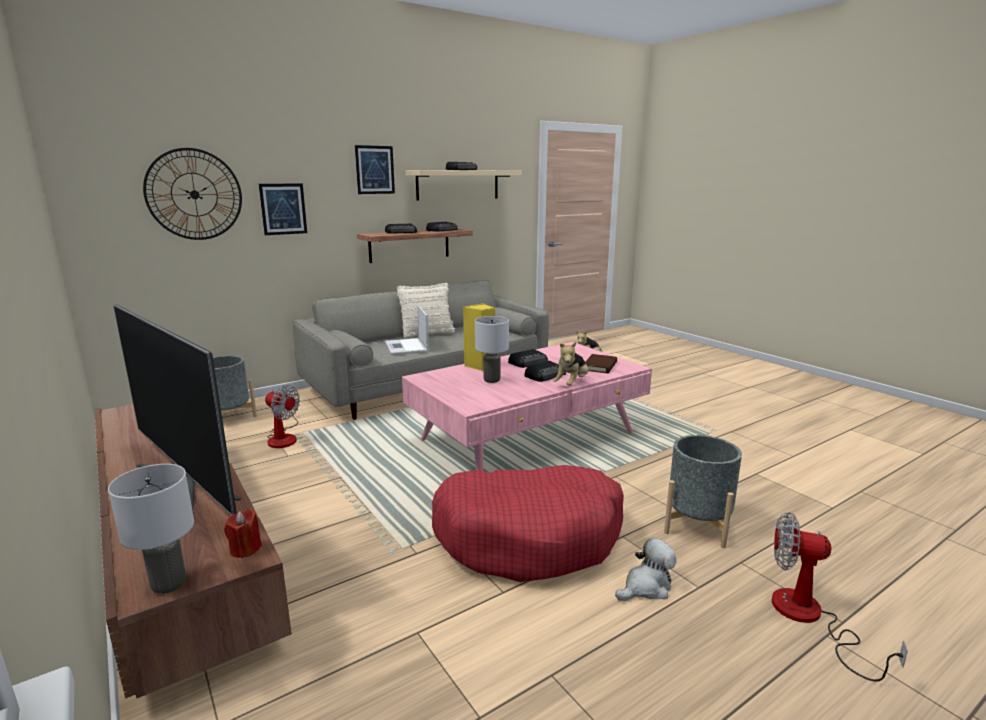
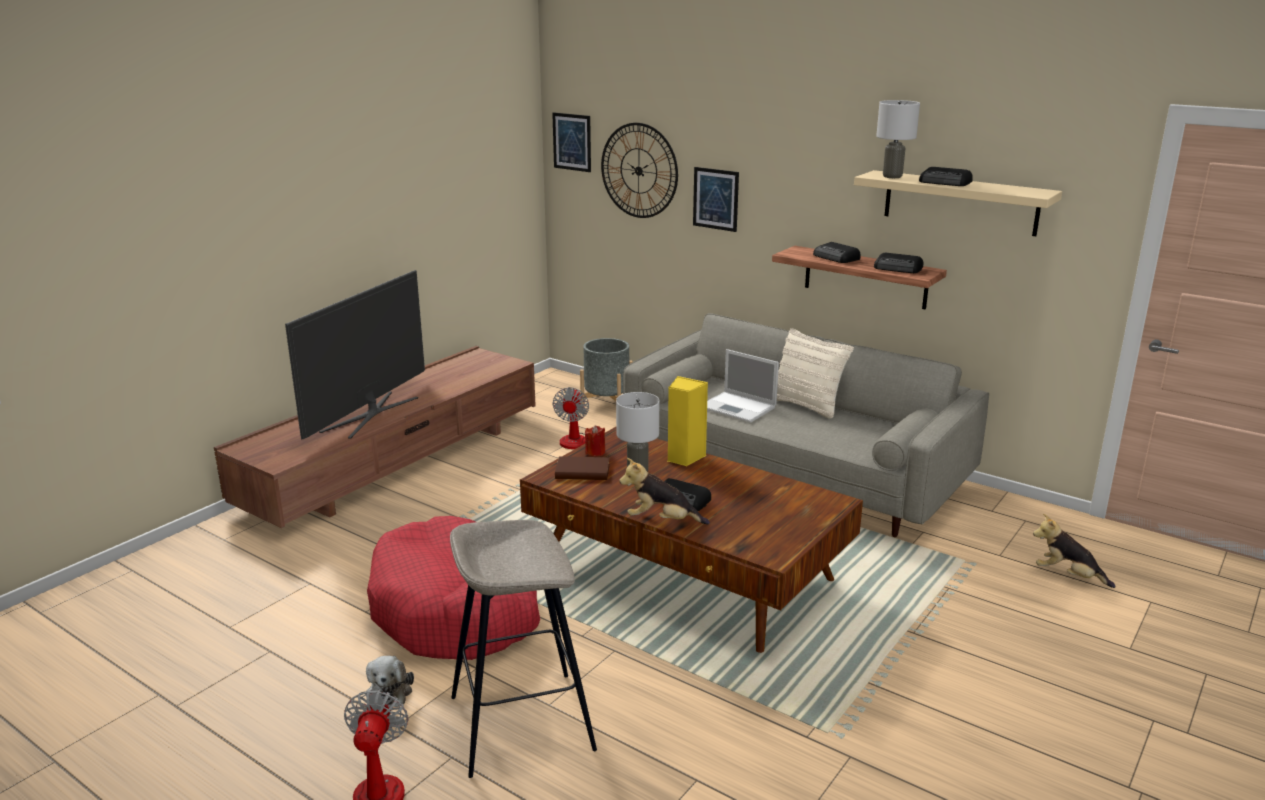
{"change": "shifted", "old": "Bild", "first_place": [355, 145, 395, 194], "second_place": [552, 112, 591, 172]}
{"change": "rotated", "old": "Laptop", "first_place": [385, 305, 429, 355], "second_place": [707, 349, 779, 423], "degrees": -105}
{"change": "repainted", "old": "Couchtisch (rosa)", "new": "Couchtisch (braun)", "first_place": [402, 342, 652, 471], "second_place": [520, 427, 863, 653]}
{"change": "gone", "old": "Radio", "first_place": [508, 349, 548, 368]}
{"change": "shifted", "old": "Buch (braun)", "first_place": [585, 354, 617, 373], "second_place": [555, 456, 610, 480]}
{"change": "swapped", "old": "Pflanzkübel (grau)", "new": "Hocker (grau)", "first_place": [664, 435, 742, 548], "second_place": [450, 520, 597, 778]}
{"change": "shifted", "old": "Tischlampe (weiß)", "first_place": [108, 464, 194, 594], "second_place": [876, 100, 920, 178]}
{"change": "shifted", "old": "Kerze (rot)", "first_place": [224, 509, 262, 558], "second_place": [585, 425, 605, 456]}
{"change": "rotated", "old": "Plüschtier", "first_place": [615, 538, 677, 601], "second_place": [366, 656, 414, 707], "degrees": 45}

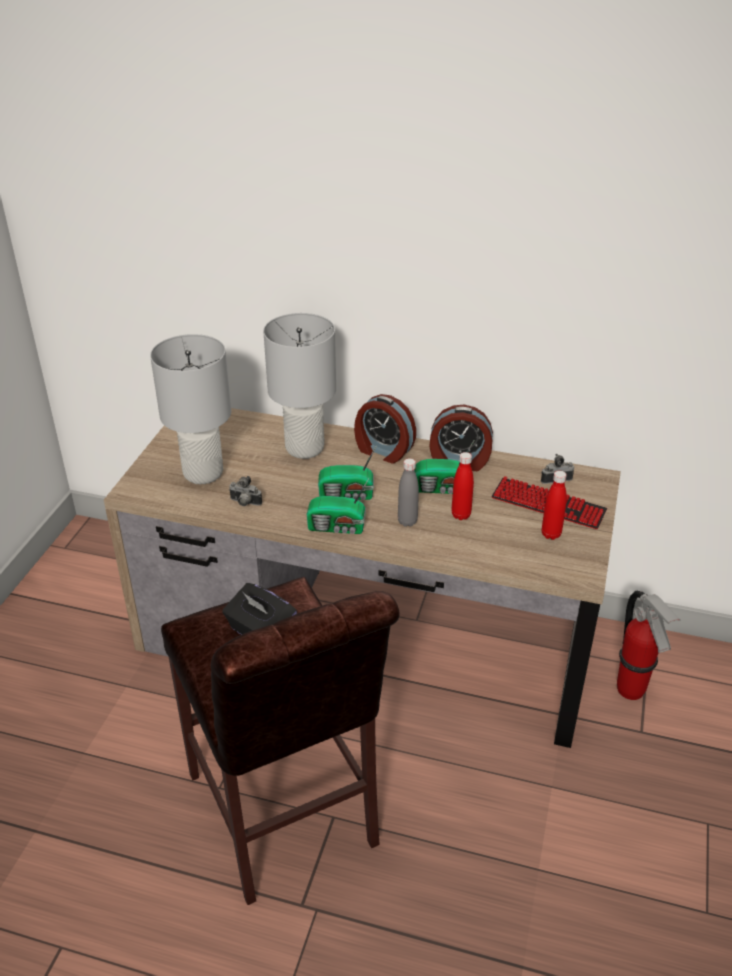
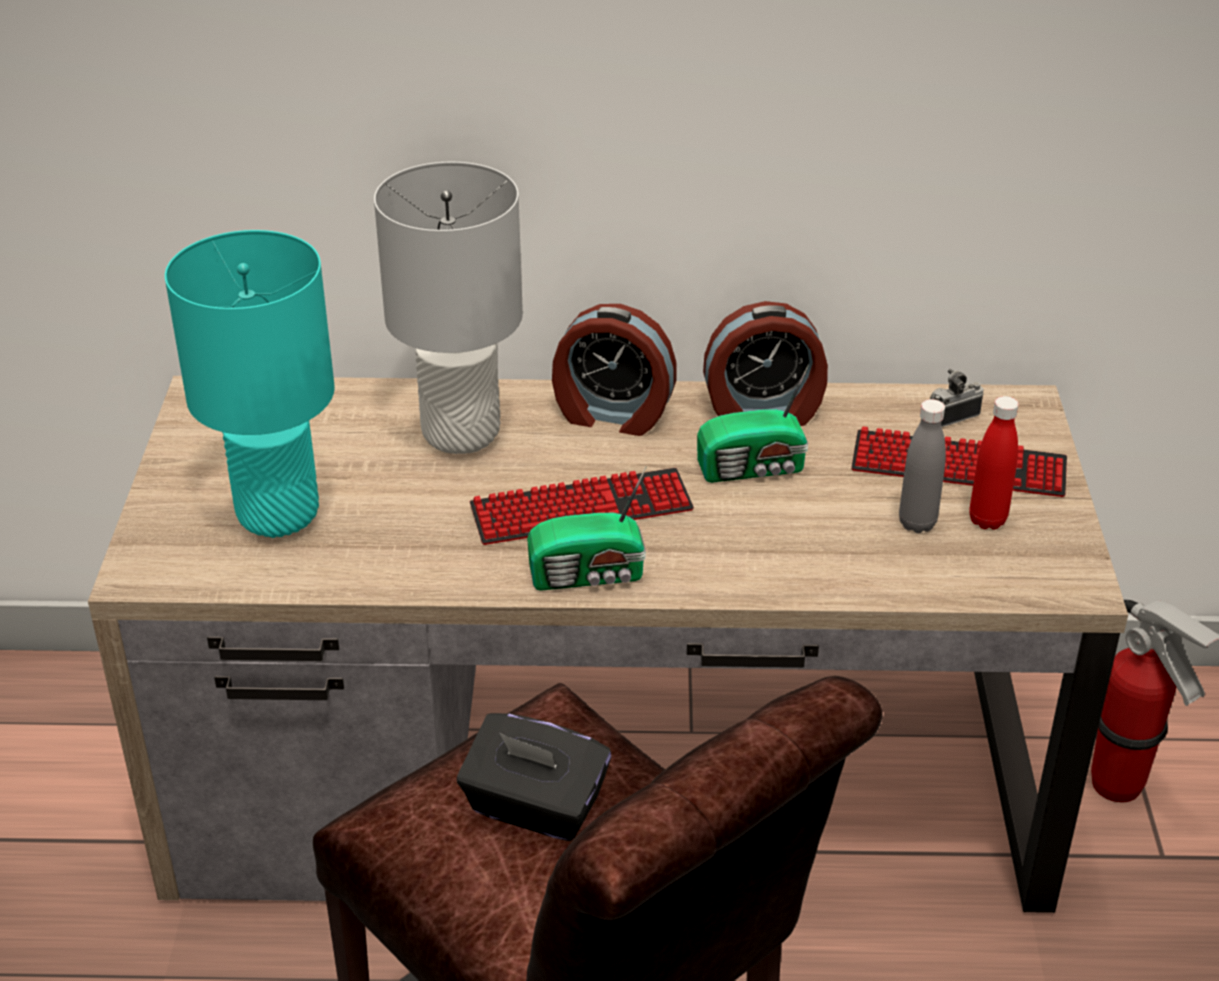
{"change": "repainted", "old": "Tischlampe (grau)", "new": "Tischlampe (türkis)", "first_place": [150, 334, 231, 485], "second_place": [165, 230, 335, 538]}
{"change": "swapped", "old": "Radio", "new": "Tastatur", "first_place": [318, 445, 377, 500], "second_place": [470, 468, 694, 545]}
{"change": "gone", "old": "Flasche (rot)", "first_place": [452, 452, 474, 520]}
{"change": "shifted", "old": "Flasche (grau)", "first_place": [398, 458, 419, 527], "second_place": [899, 399, 946, 533]}
{"change": "gone", "old": "Kamera", "first_place": [229, 476, 262, 506]}

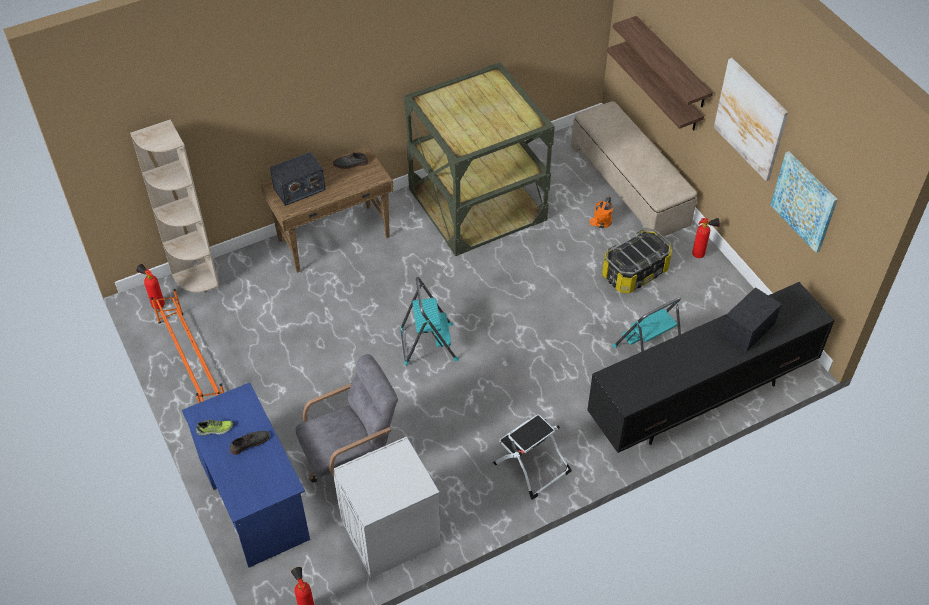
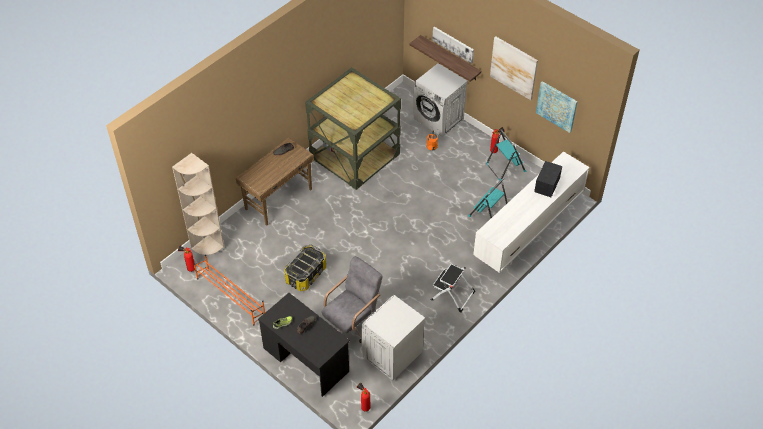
{"change": "swapped", "old": "Wandregal", "new": "Bild", "first_place": [613, 16, 713, 107], "second_place": [432, 27, 474, 64]}
{"change": "swapped", "old": "Bank (beige)", "new": "Waschmaschine (weiß)", "first_place": [571, 101, 697, 238], "second_place": [413, 63, 468, 137]}
{"change": "gone", "old": "Radio", "first_place": [270, 152, 326, 206]}
{"change": "shifted", "old": "Aufbewahrungsbox", "first_place": [602, 228, 672, 293], "second_place": [284, 245, 326, 291]}
{"change": "shifted", "old": "Trittleiter (türkis)", "first_place": [400, 277, 459, 366], "second_place": [486, 129, 526, 181]}
{"change": "repainted", "old": "Schrank (schwarz)", "new": "Schrank (weiß)", "first_place": [587, 282, 835, 453], "second_place": [473, 151, 590, 273]}
{"change": "repainted", "old": "Schreibtisch (blau)", "new": "Schreibtisch (schwarz)", "first_place": [182, 382, 310, 568], "second_place": [258, 293, 350, 397]}

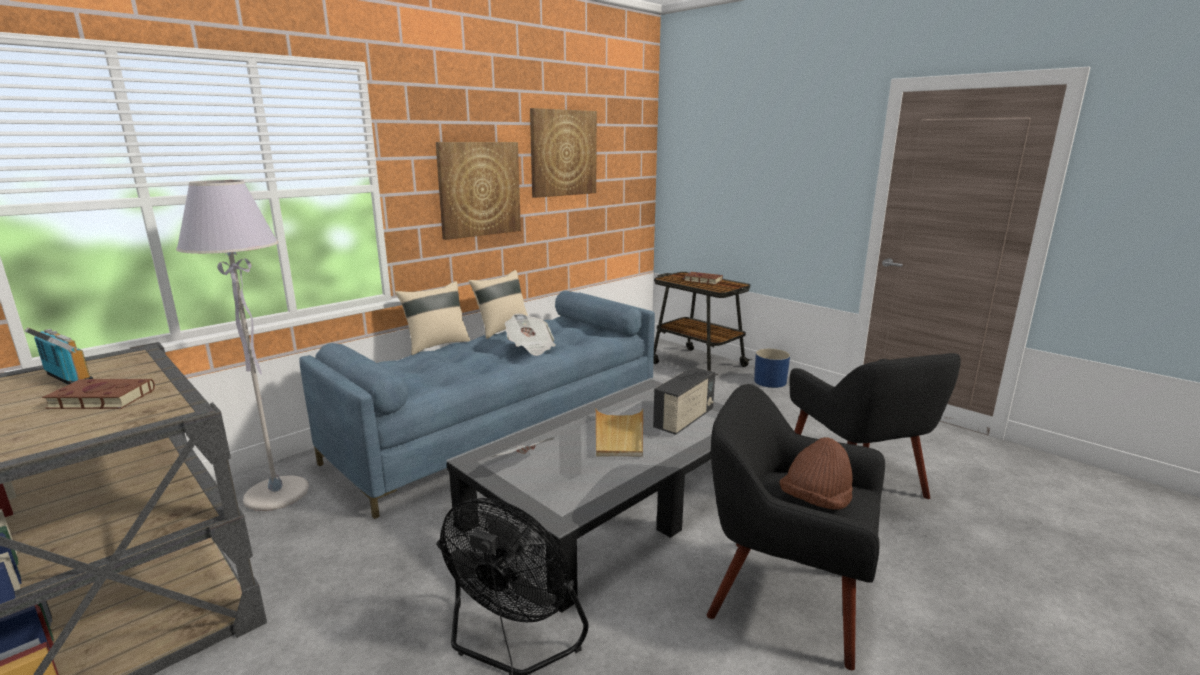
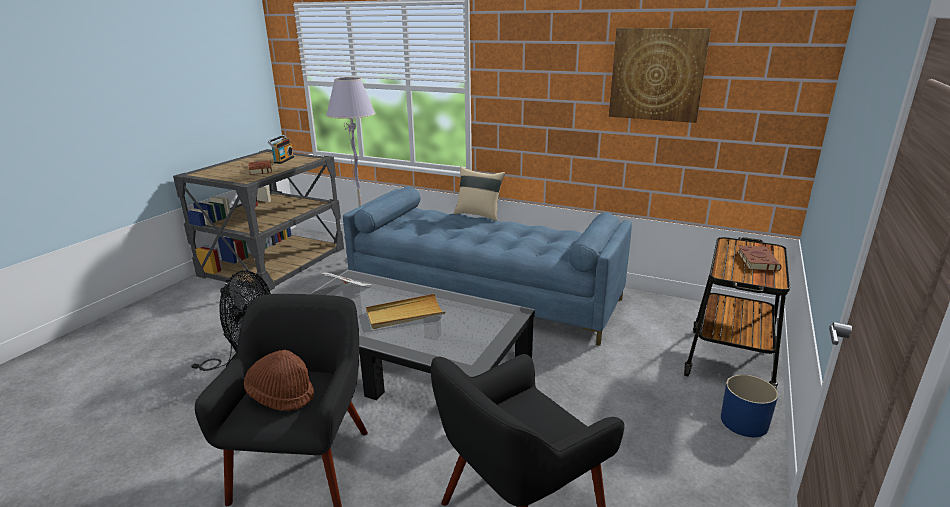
{"change": "gone", "old": "Bild", "first_place": [436, 142, 521, 240]}
{"change": "gone", "old": "Kissen (beige)", "first_place": [469, 270, 528, 339]}
{"change": "gone", "old": "Zeitung", "first_place": [505, 314, 556, 356]}
{"change": "gone", "old": "Radio", "first_place": [653, 367, 715, 435]}

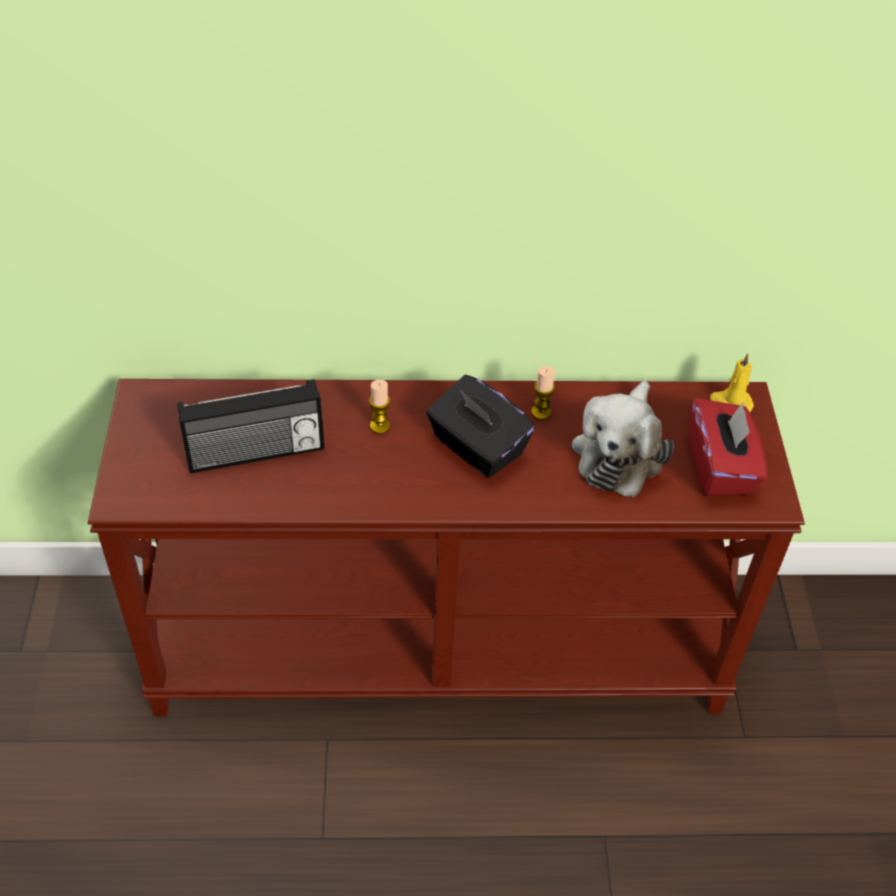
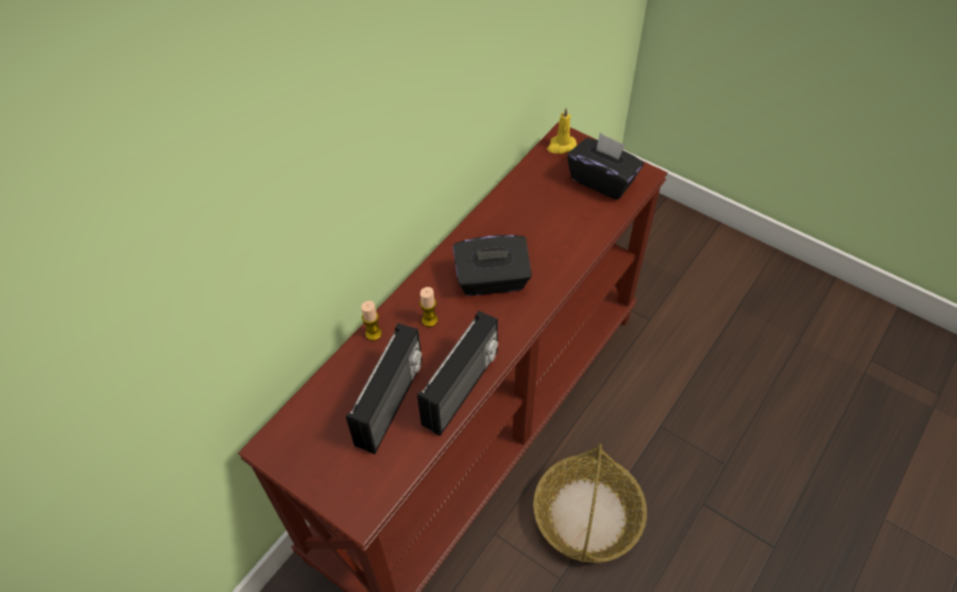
{"change": "shifted", "old": "Kerze", "first_place": [531, 366, 555, 420], "second_place": [361, 301, 382, 341]}
{"change": "gone", "old": "Plüschtier", "first_place": [572, 381, 674, 497]}
{"change": "repainted", "old": "Taschentuchbox (rot)", "new": "Taschentuchbox (schwarz)", "first_place": [689, 398, 768, 496], "second_place": [567, 133, 644, 200]}
{"change": "new", "new": "Radio", "second_place": [417, 311, 498, 436]}
{"change": "new", "new": "Korb", "second_place": [533, 443, 647, 563]}

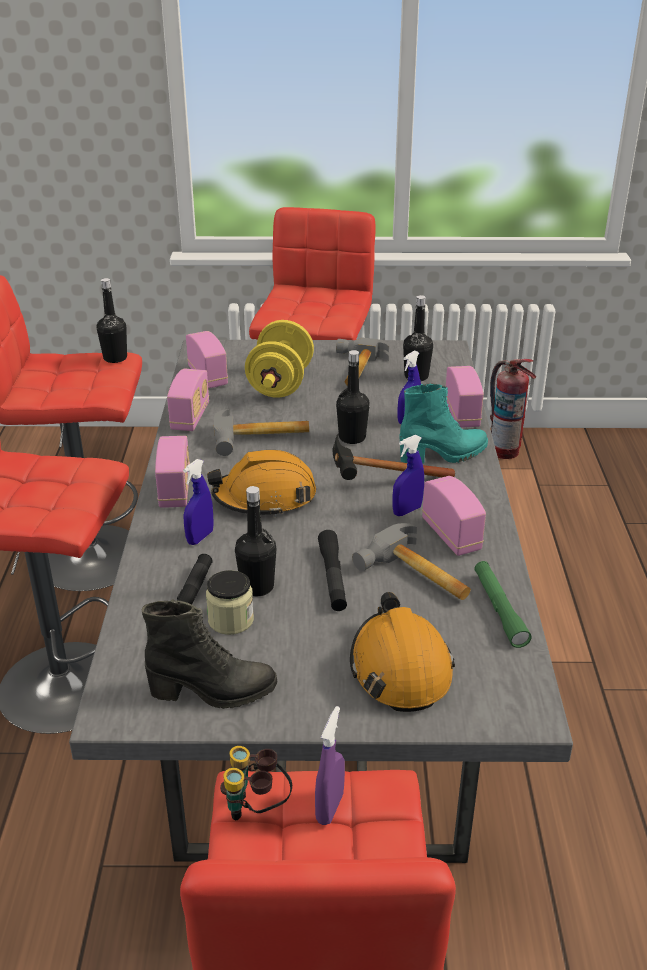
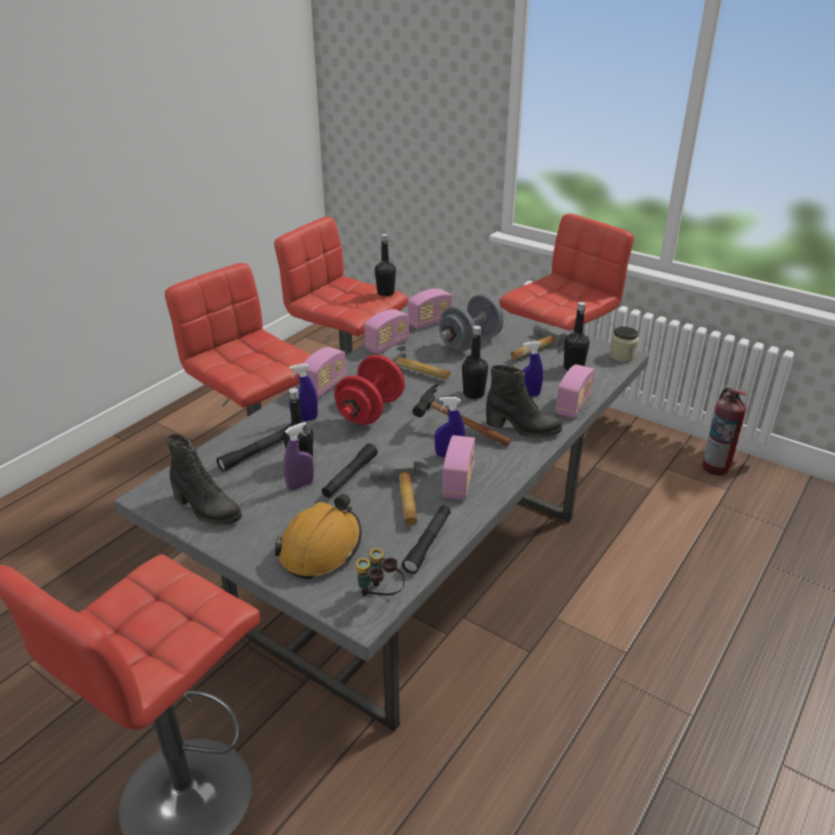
{"change": "repainted", "old": "Hantel (gelb)", "new": "Hantel (grau)", "first_place": [245, 320, 314, 398], "second_place": [439, 294, 504, 351]}
{"change": "rotated", "old": "Radio", "first_place": [186, 331, 228, 388], "second_place": [408, 289, 452, 329], "degrees": 45}
{"change": "repainted", "old": "Stiefel (türkis)", "new": "Stiefel (schwarz)", "first_place": [399, 383, 488, 464], "second_place": [486, 365, 562, 438]}
{"change": "swapped", "old": "Schutzhelm (orange)", "new": "Hantel (rot)", "first_place": [207, 450, 316, 517], "second_place": [334, 355, 405, 425]}
{"change": "repainted", "old": "Taschenlampe (grün)", "new": "Taschenlampe (schwarz)", "first_place": [474, 561, 532, 648], "second_place": [402, 505, 451, 574]}
{"change": "shifted", "old": "Vorratsglas", "first_place": [206, 570, 254, 635], "second_place": [609, 327, 639, 362]}
{"change": "shifted", "old": "Sprühflasche (lila)", "first_place": [315, 706, 345, 825], "second_place": [283, 422, 314, 490]}
{"change": "shifted", "old": "Fernglas", "first_place": [220, 746, 292, 820], "second_place": [356, 548, 405, 596]}

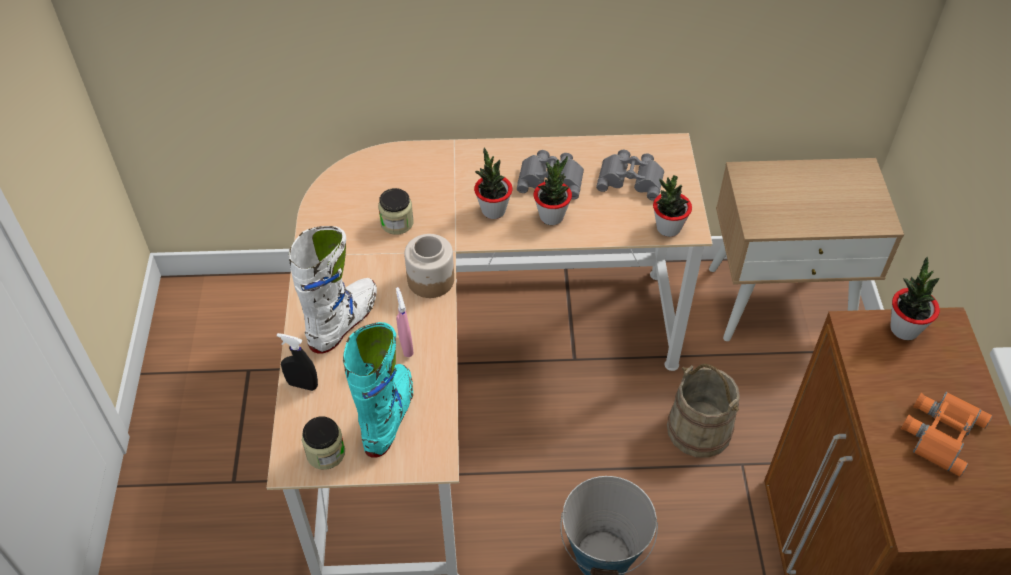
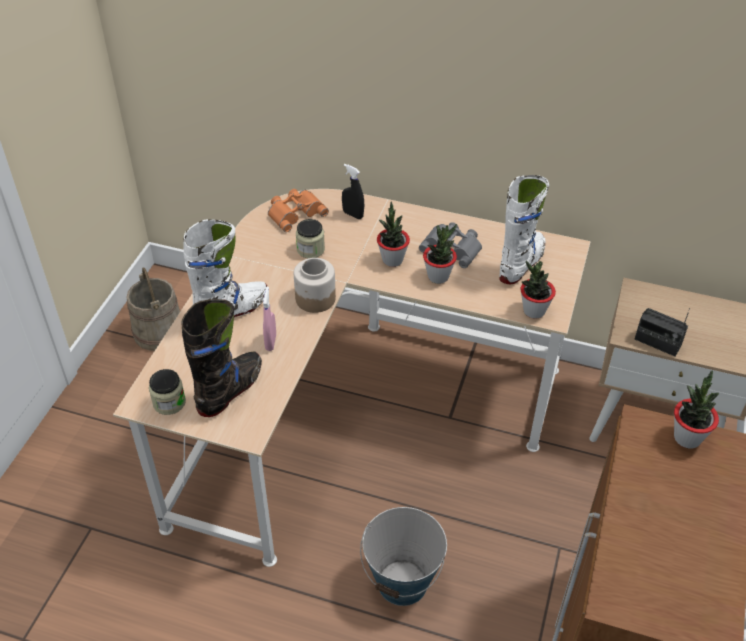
{"change": "swapped", "old": "Fernglas (grau)", "new": "Stiefel (weiß)", "first_place": [596, 150, 664, 201], "second_place": [499, 175, 549, 284]}
{"change": "repainted", "old": "Stiefel (türkis)", "new": "Stiefel (schwarz)", "first_place": [343, 322, 413, 458], "second_place": [181, 299, 262, 417]}
{"change": "shifted", "old": "Sprühflasche (schwarz)", "first_place": [277, 333, 318, 391], "second_place": [342, 164, 364, 219]}
{"change": "shifted", "old": "Eimer (beige)", "first_place": [667, 363, 740, 457], "second_place": [126, 267, 180, 351]}
{"change": "shifted", "old": "Fernglas (orange)", "first_place": [901, 392, 992, 477], "second_place": [268, 189, 329, 232]}
{"change": "new", "new": "Radio", "second_place": [635, 308, 690, 356]}

